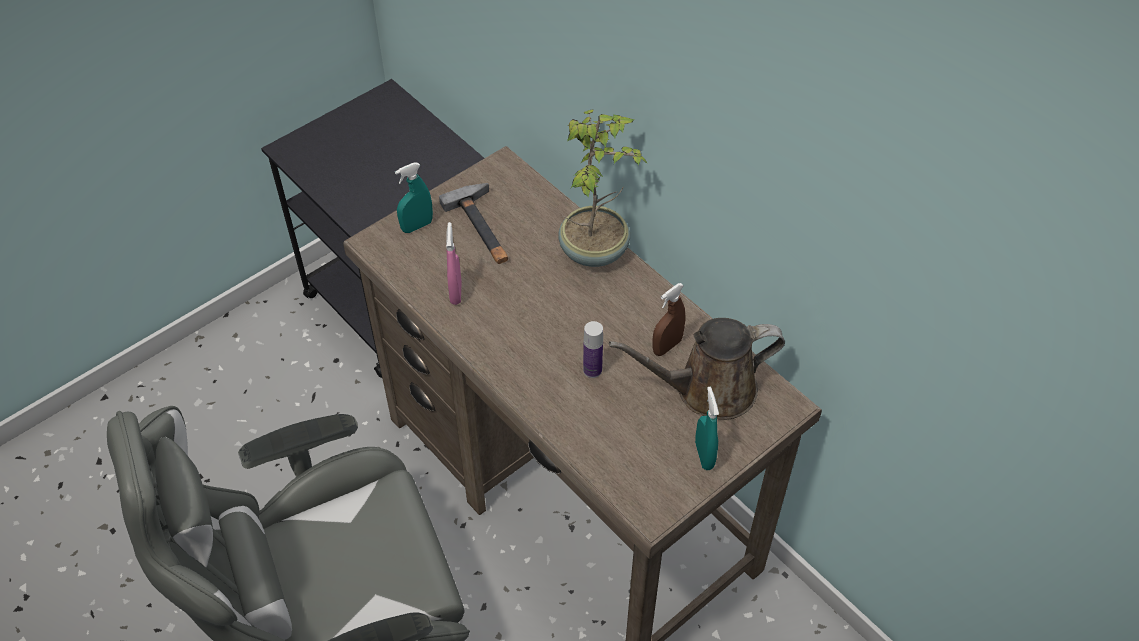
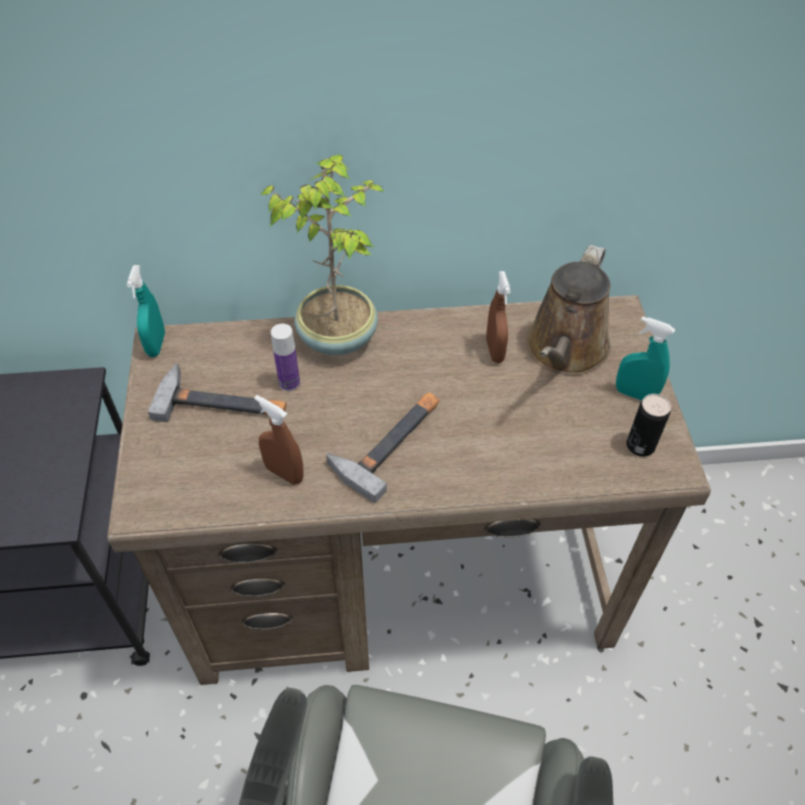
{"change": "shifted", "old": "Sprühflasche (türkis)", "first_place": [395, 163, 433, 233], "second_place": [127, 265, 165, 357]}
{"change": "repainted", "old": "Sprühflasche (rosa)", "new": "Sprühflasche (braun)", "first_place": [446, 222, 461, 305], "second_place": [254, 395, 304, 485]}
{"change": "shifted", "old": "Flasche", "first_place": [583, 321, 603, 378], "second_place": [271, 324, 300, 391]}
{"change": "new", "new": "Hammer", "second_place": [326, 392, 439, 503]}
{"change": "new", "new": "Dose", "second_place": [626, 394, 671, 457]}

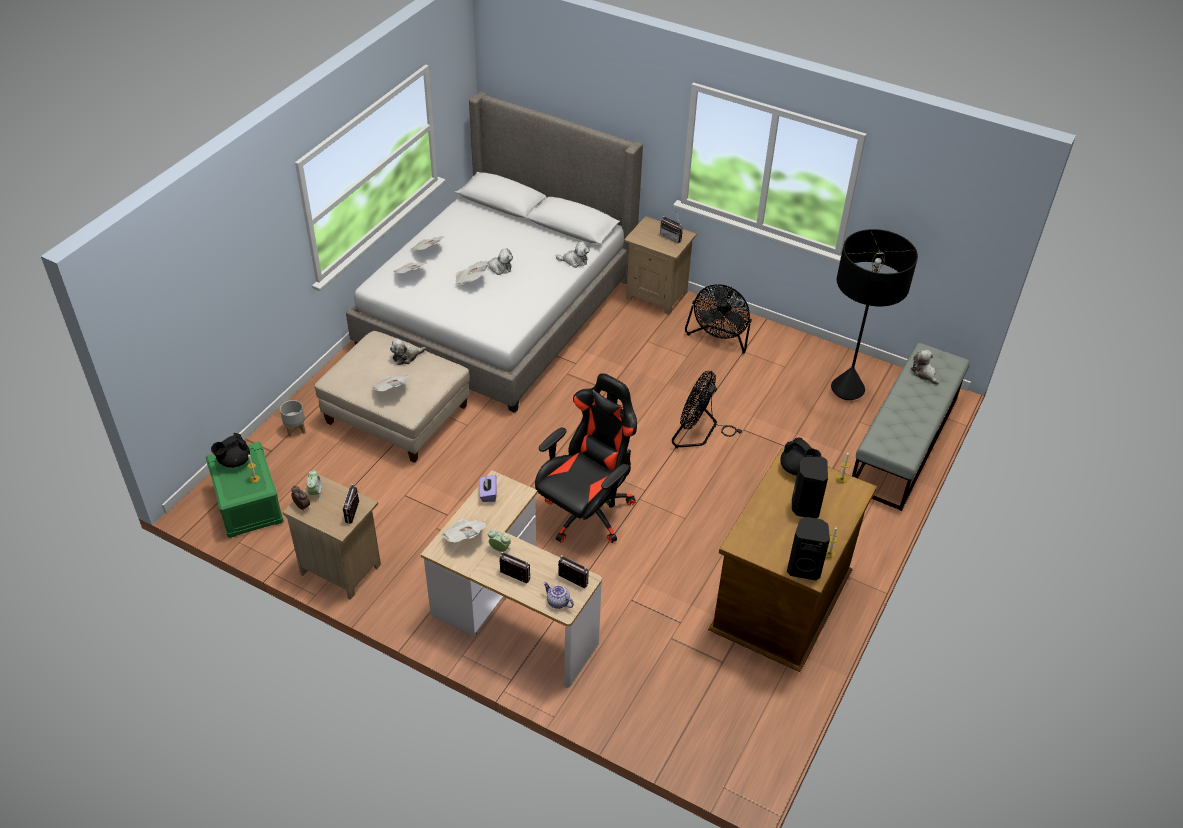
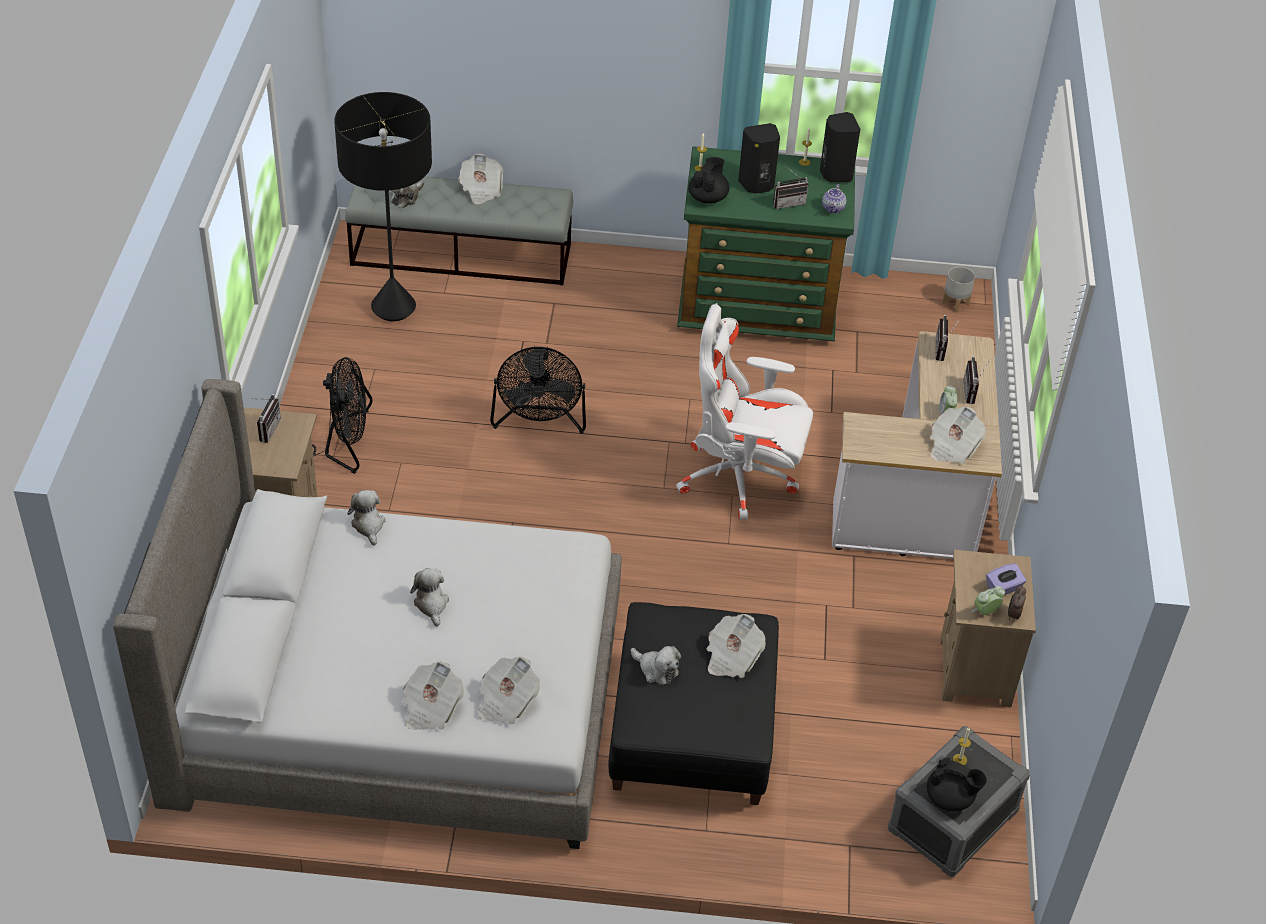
{"change": "shifted", "old": "Zeitung", "first_place": [455, 261, 489, 285], "second_place": [458, 153, 503, 204]}
{"change": "repainted", "old": "Polsterhocker (beige)", "new": "Polsterhocker (schwarz)", "first_place": [315, 331, 470, 463], "second_place": [608, 602, 779, 805]}
{"change": "repainted", "old": "Bürostuhl (schwarz)", "new": "Bürostuhl (weiß)", "first_place": [535, 373, 637, 543], "second_place": [676, 303, 813, 520]}
{"change": "shifted", "old": "Pflanzkübel (grau)", "first_place": [280, 400, 305, 436], "second_place": [942, 267, 975, 312]}
{"change": "repainted", "old": "Aufbewahrungsbox (grün)", "new": "Aufbewahrungsbox (grau)", "first_place": [205, 442, 284, 538], "second_place": [888, 726, 1030, 877]}
{"change": "repainted", "old": "Kommode (braun)", "new": "Kommode (grün)", "first_place": [708, 448, 877, 672], "second_place": [677, 146, 855, 341]}
{"change": "shifted", "old": "Taschentuchbox (lila)", "first_place": [479, 475, 497, 502], "second_place": [986, 563, 1026, 595]}
{"change": "shifted", "old": "Radio", "first_place": [343, 484, 361, 524], "second_place": [773, 166, 809, 209]}
{"change": "shifted", "old": "Teekanne", "first_place": [543, 582, 574, 609], "second_place": [822, 184, 846, 213]}

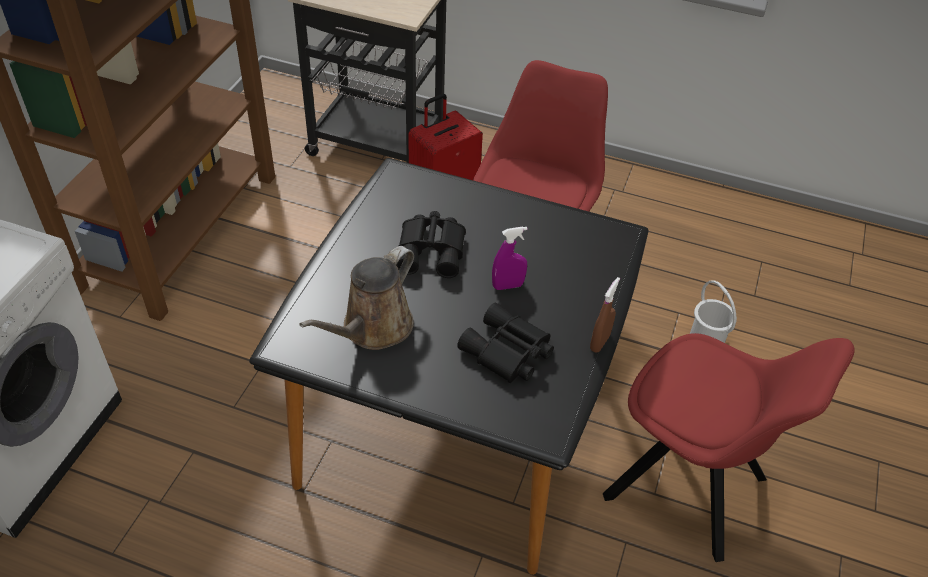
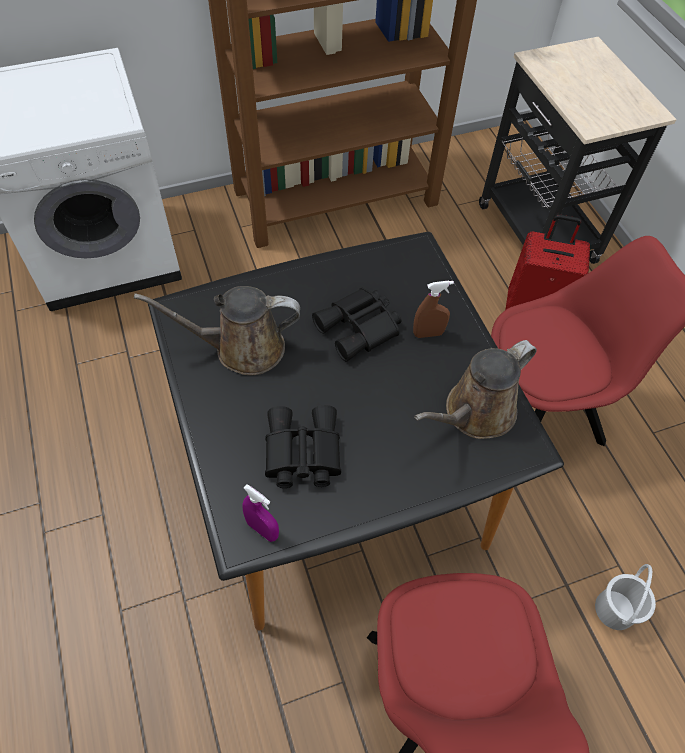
{"change": "shifted", "old": "Sprühflasche (lila)", "first_place": [492, 226, 528, 290], "second_place": [242, 484, 279, 542]}
{"change": "shifted", "old": "Sprühflasche (braun)", "first_place": [590, 277, 620, 353], "second_place": [413, 281, 454, 338]}
{"change": "new", "new": "Gießkanne (braun)", "second_place": [414, 340, 537, 439]}

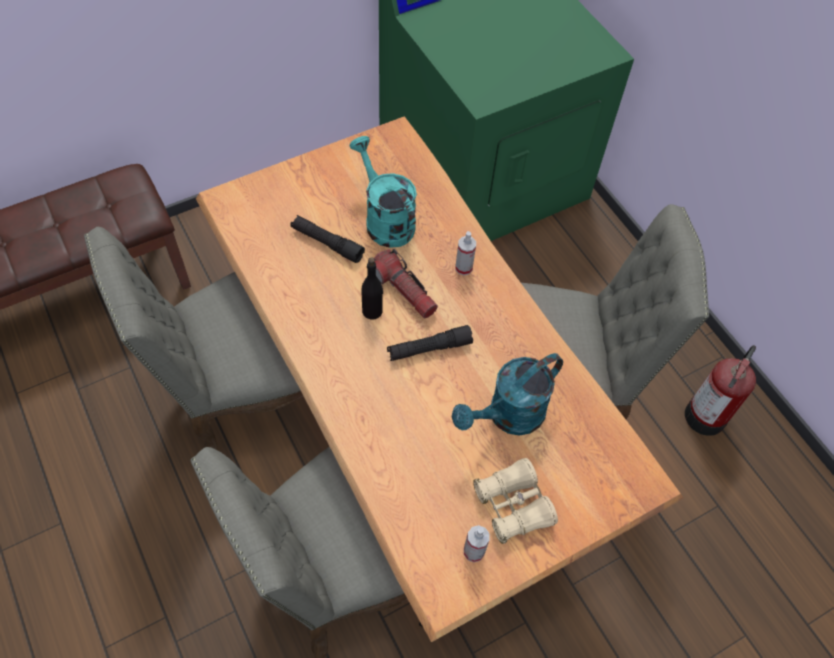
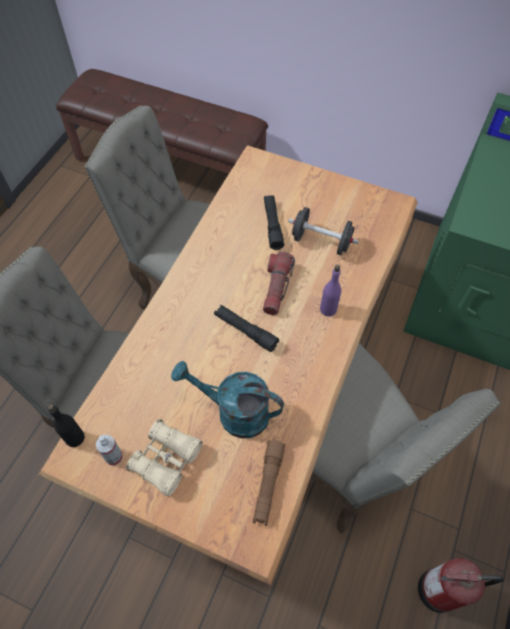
{"change": "swapped", "old": "Gießkanne (türkis)", "new": "Hantel (schwarz)", "first_place": [349, 136, 417, 248], "second_place": [288, 207, 359, 255]}
{"change": "swapped", "old": "Sprühflasche", "new": "Flasche (lila)", "first_place": [455, 231, 476, 275], "second_place": [320, 265, 341, 316]}
{"change": "shifted", "old": "Flasche (schwarz)", "first_place": [361, 257, 383, 320], "second_place": [47, 404, 85, 447]}
{"change": "new", "new": "Taschenlampe (braun)", "second_place": [253, 440, 285, 526]}

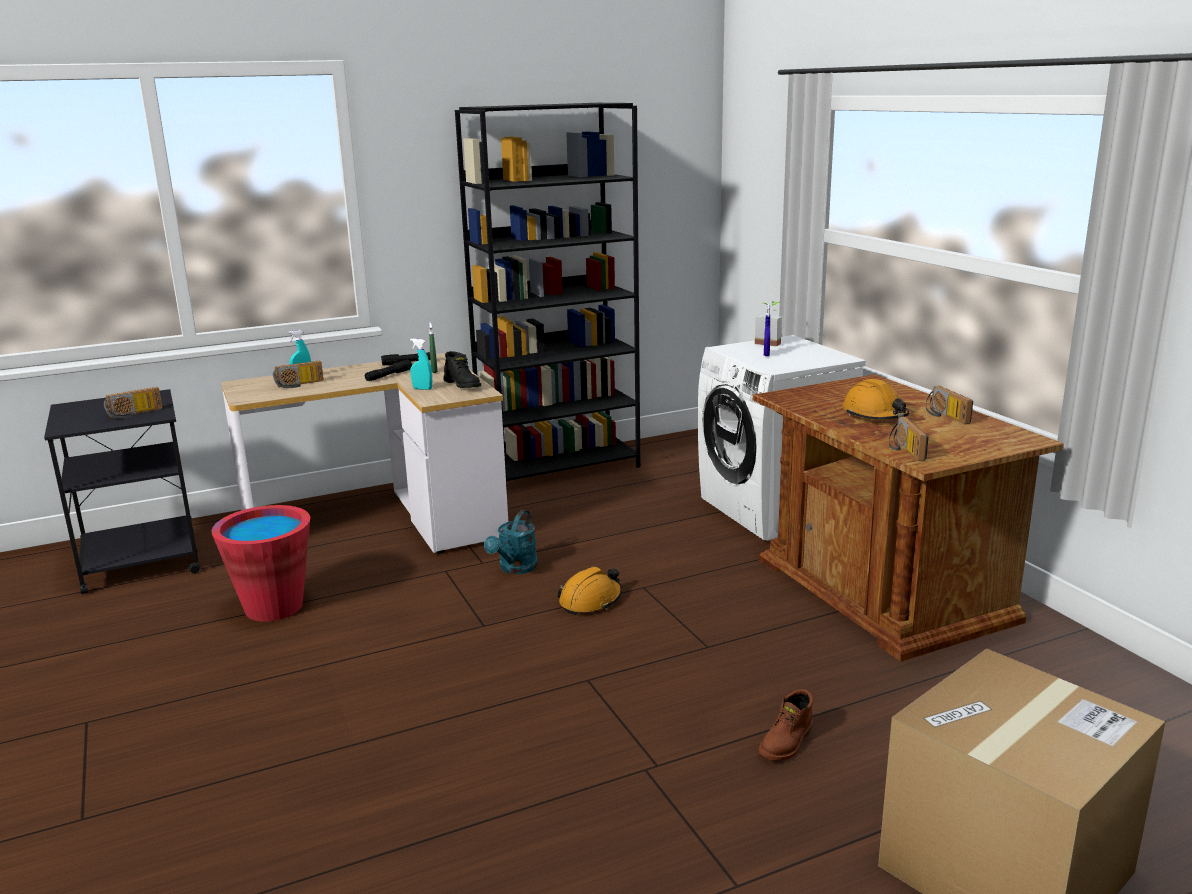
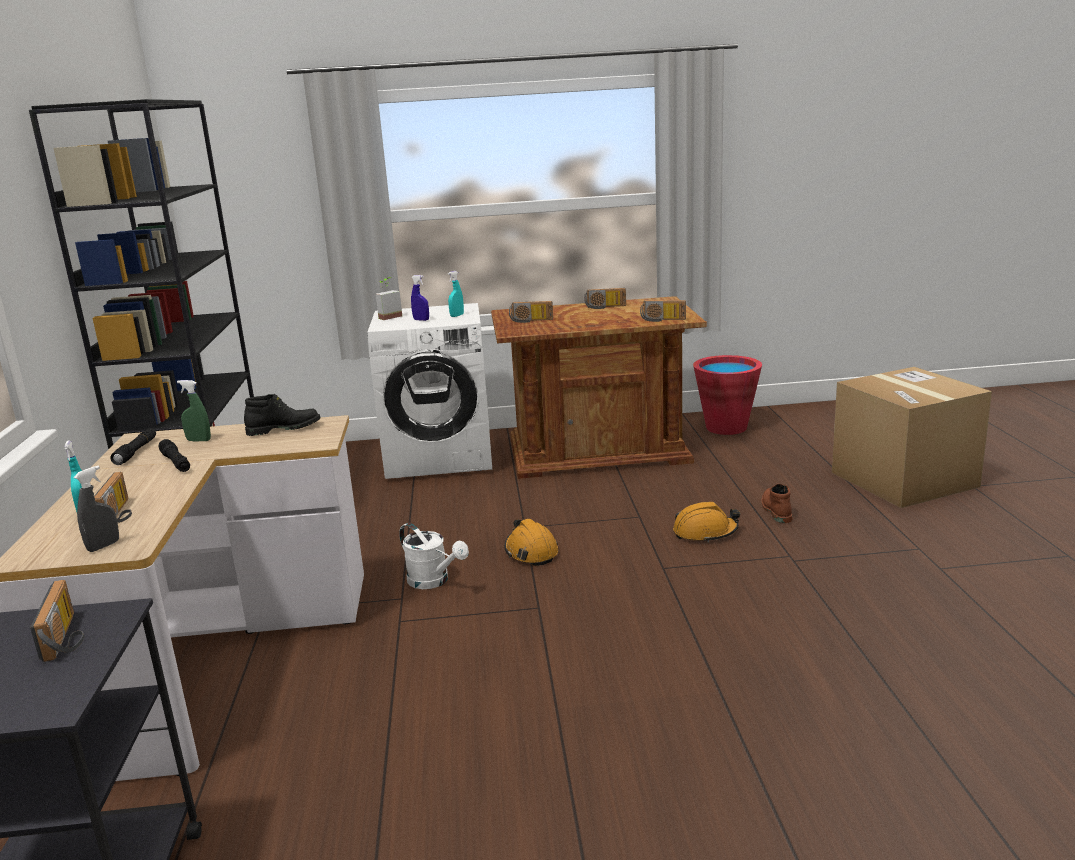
{"change": "shifted", "old": "Sprühflasche (türkis)", "first_place": [410, 338, 432, 390], "second_place": [448, 271, 464, 317]}
{"change": "shifted", "old": "Schutzhelm (orange)", "first_place": [842, 379, 909, 419], "second_place": [673, 502, 740, 543]}
{"change": "shifted", "old": "Eimer (rot)", "first_place": [211, 505, 310, 622], "second_place": [693, 355, 762, 435]}
{"change": "repainted", "old": "Gießkanne (türkis)", "new": "Gießkanne (weiß)", "first_place": [484, 510, 538, 574], "second_place": [399, 523, 469, 589]}
{"change": "rotated", "old": "Stiefel (braun)", "first_place": [759, 689, 813, 761], "second_place": [762, 484, 793, 523], "degrees": -150}
{"change": "new", "new": "Radio", "second_place": [509, 301, 553, 323]}
{"change": "new", "new": "Sprühflasche (grau)", "second_place": [74, 466, 119, 552]}

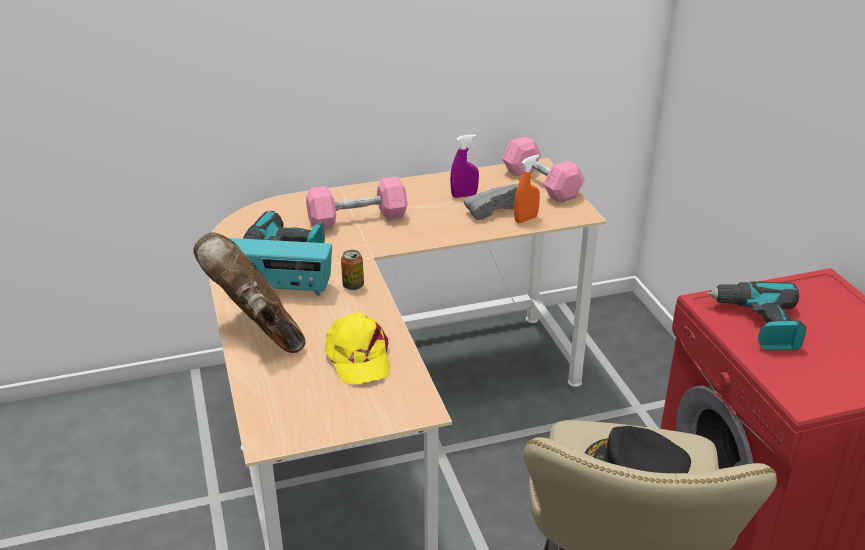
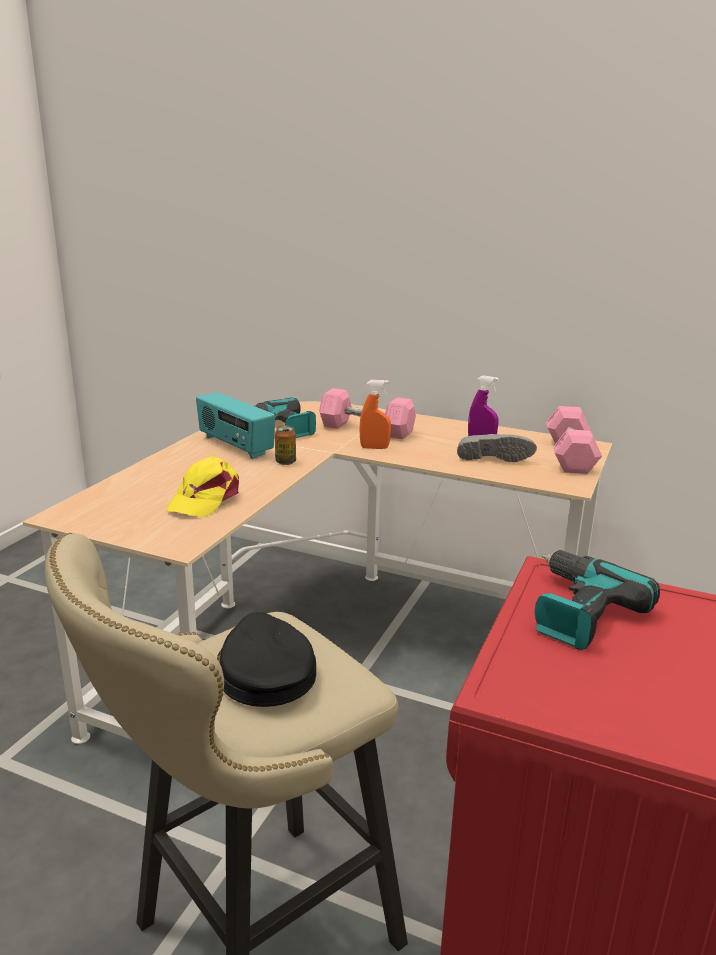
{"change": "shifted", "old": "Sprühflasche (orange)", "first_place": [514, 155, 540, 223], "second_place": [360, 380, 391, 449]}
{"change": "gone", "old": "Stiefel (braun)", "first_place": [193, 232, 306, 353]}

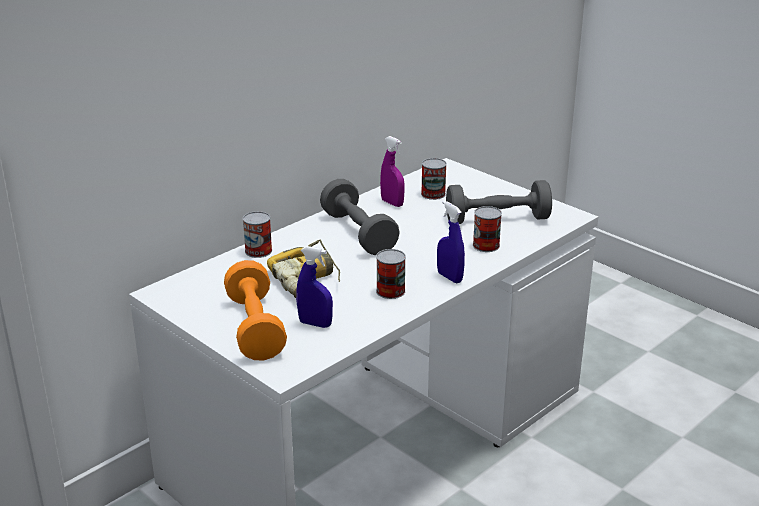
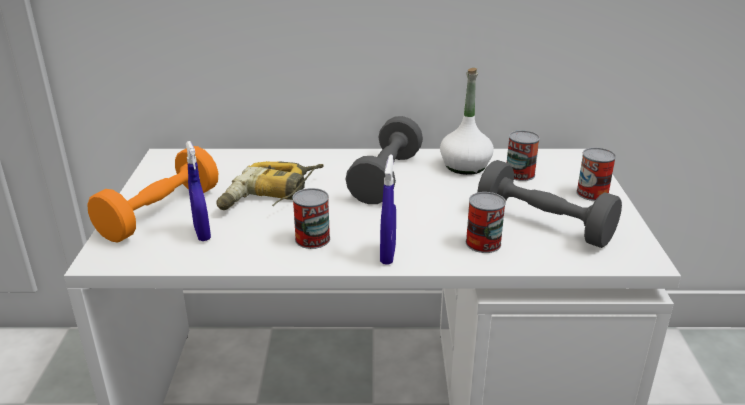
{"change": "swapped", "old": "Sprühflasche (lila)", "new": "Flasche (weiß)", "first_place": [380, 136, 405, 207], "second_place": [440, 68, 494, 175]}
{"change": "shifted", "old": "Dose", "first_place": [243, 211, 272, 258], "second_place": [576, 147, 616, 201]}

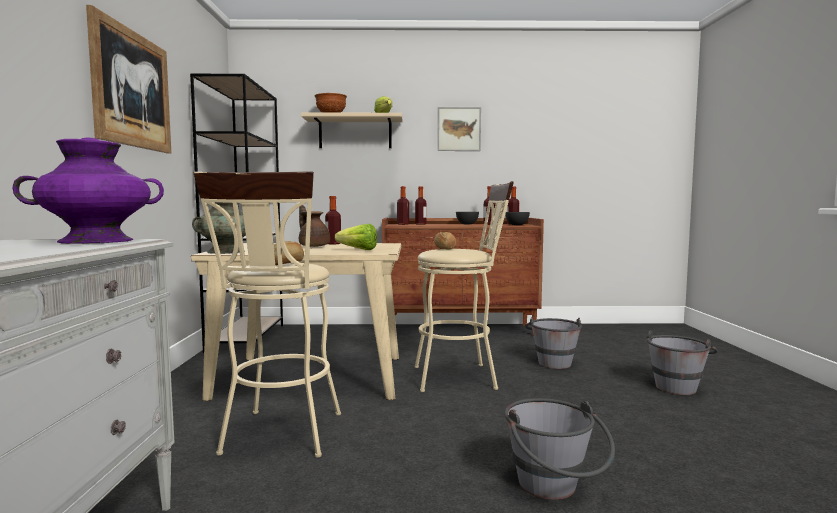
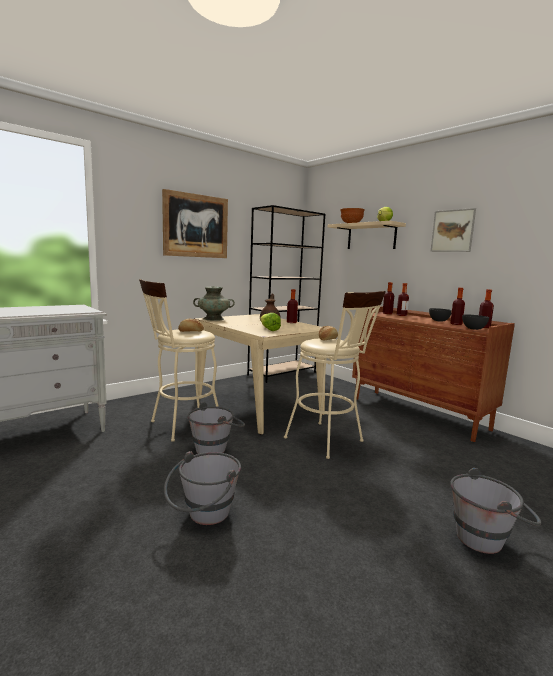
{"change": "gone", "old": "Vase (lila)", "first_place": [13, 138, 164, 244]}
{"change": "shifted", "old": "Eimer (grau)", "first_place": [525, 317, 582, 369], "second_place": [187, 402, 245, 454]}

